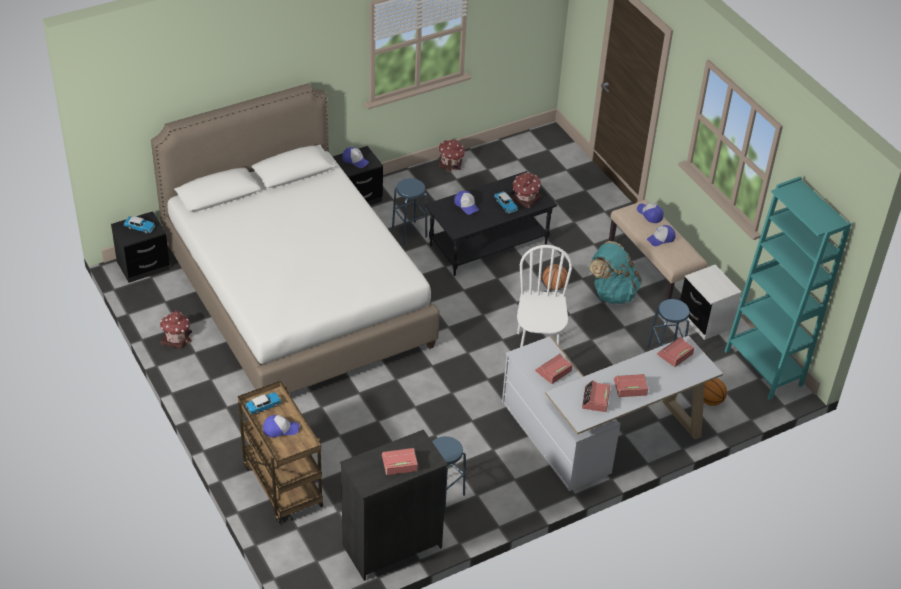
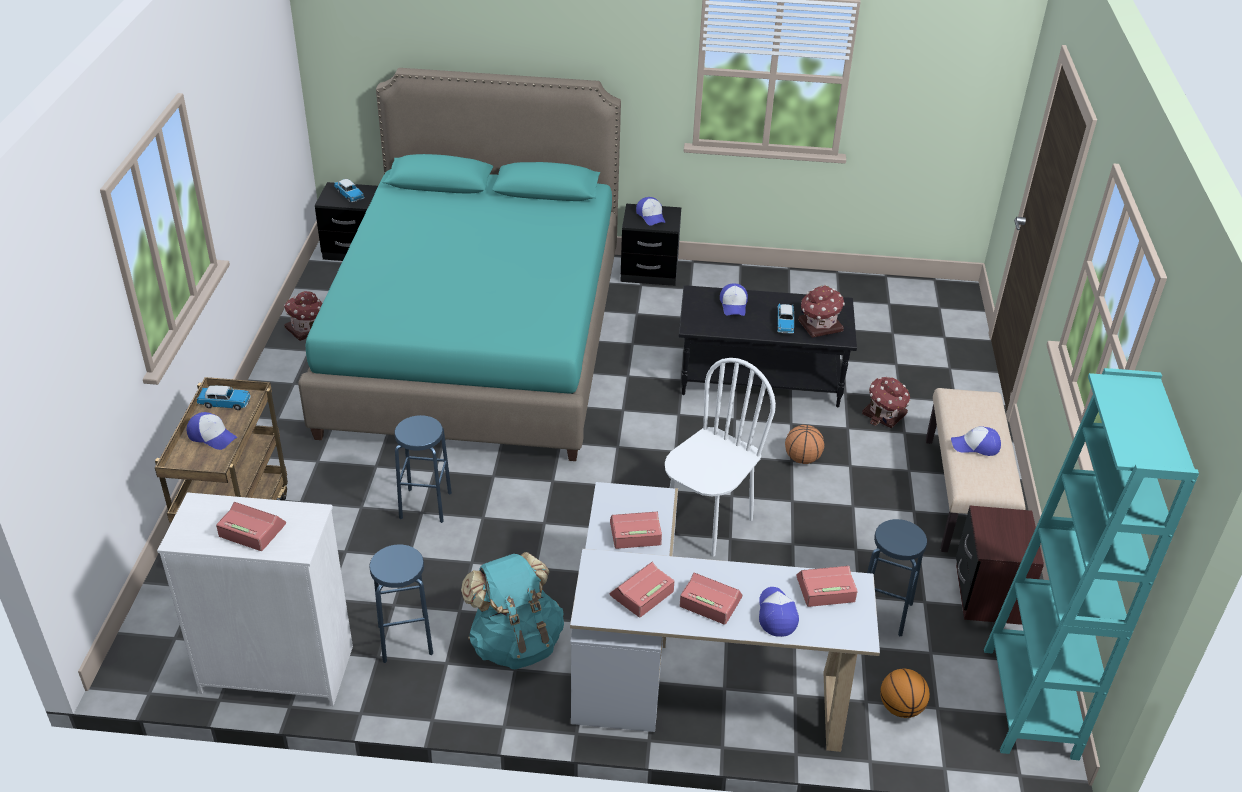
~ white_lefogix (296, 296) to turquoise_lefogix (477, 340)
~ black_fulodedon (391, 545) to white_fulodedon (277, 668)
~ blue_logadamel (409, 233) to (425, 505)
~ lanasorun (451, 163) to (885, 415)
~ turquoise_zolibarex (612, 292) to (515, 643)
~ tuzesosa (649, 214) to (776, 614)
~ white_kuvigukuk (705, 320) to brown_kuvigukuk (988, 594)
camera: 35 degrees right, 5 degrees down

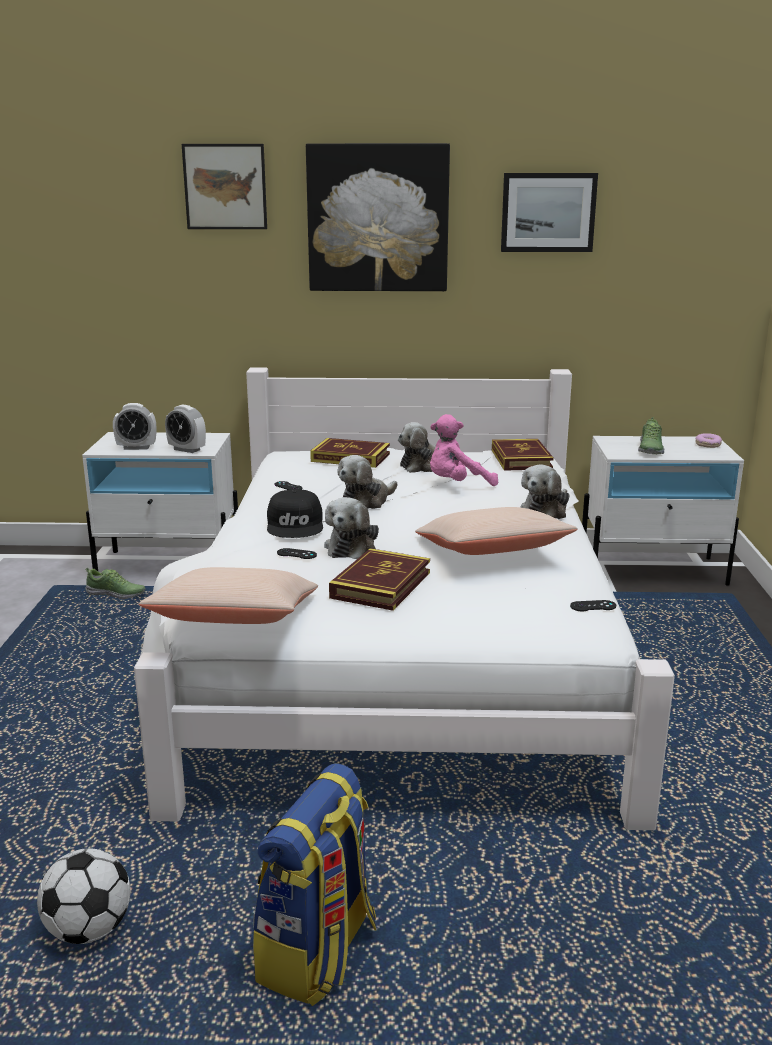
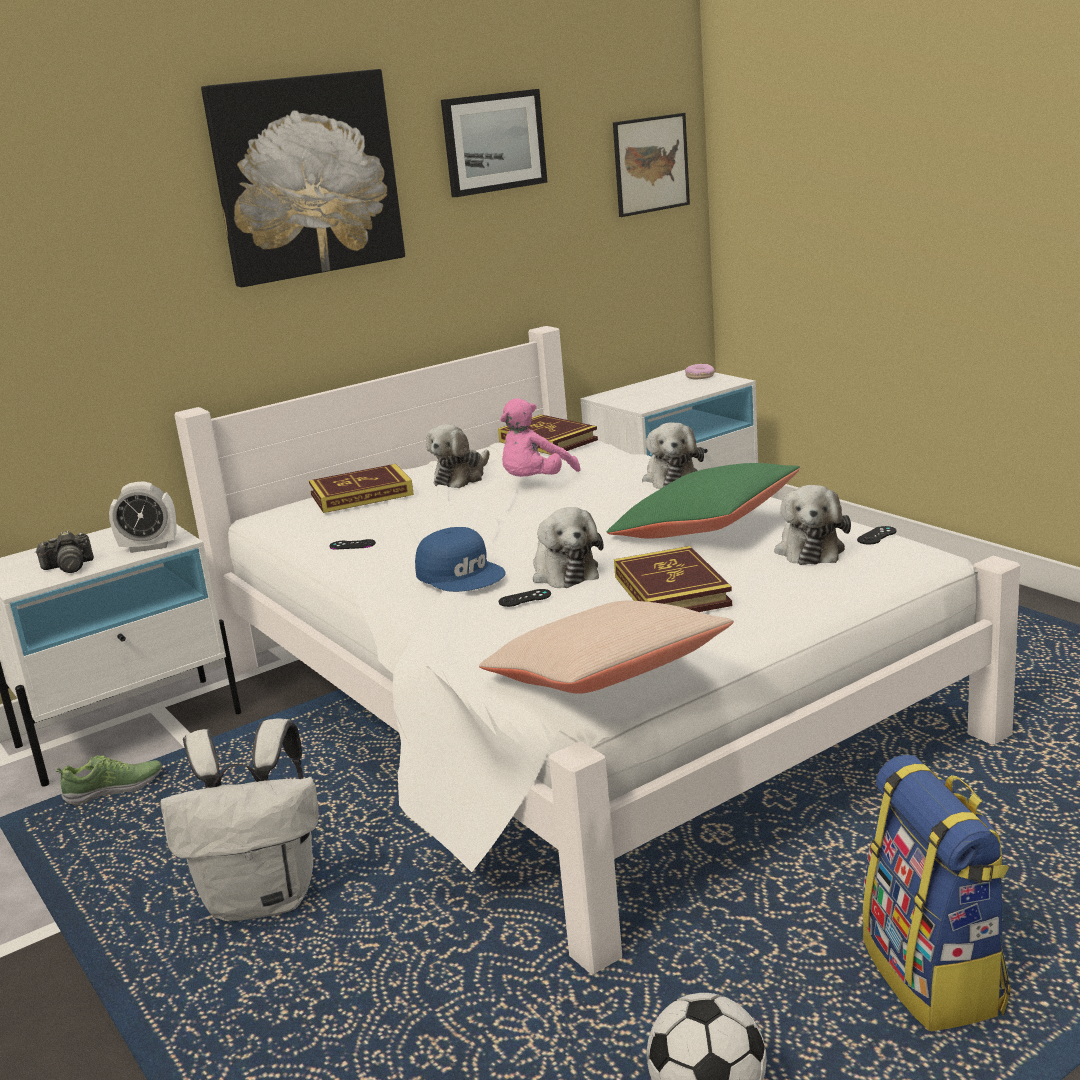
~ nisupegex (136, 447) to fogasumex (69, 567)
~ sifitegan (225, 187) to (651, 164)
~ black_tuzesosa (296, 525) to blue_tuzesosa (461, 573)
~ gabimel (366, 502) to (809, 549)
~ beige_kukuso (492, 554) to green_kukuso (705, 528)
- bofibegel (650, 449)
+ white_zolibarex (264, 898)
camera: 35 degrees left, 0 degrees up

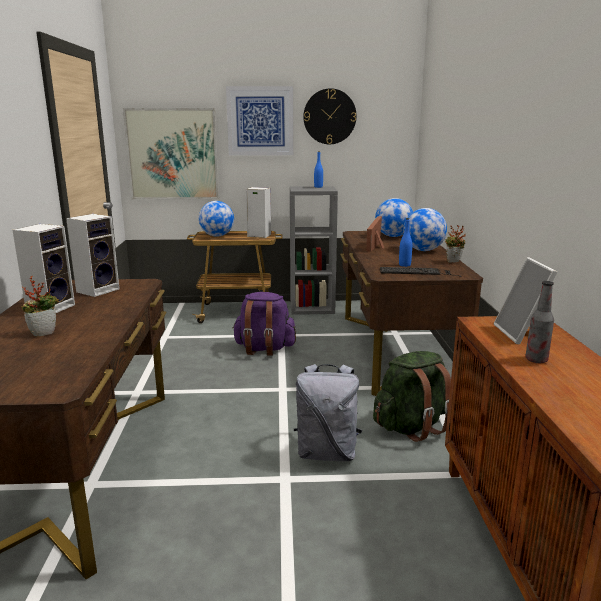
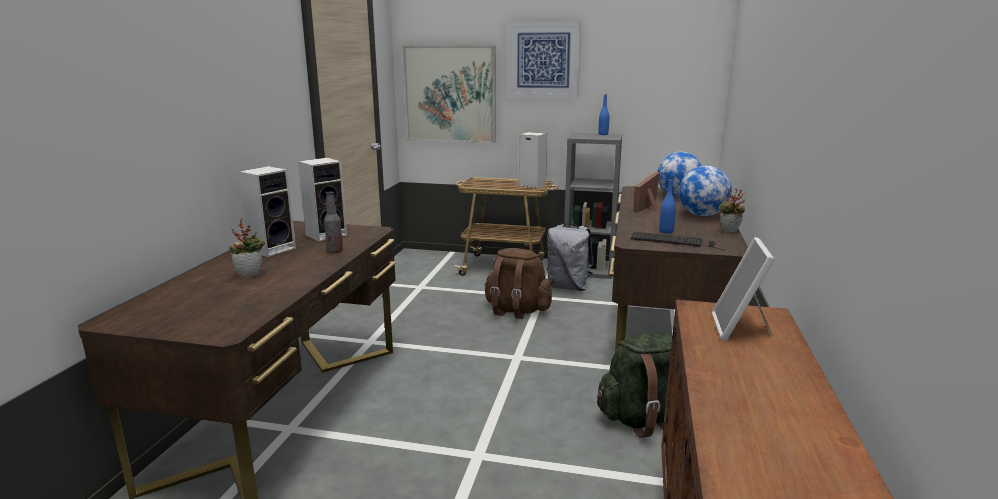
- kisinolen (217, 236)
~ purple_zolibarex (264, 349) to brown_zolibarex (516, 310)
~ grey_zolibarex (327, 453) to (568, 287)
- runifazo (329, 116)
~ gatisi (536, 360) to (335, 251)
camera: 15 degrees right, 0 degrees up

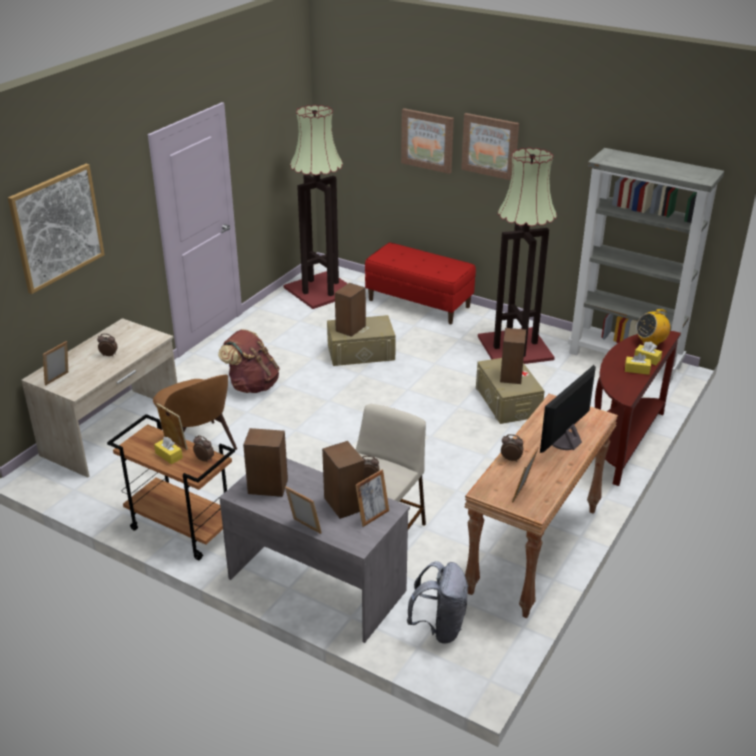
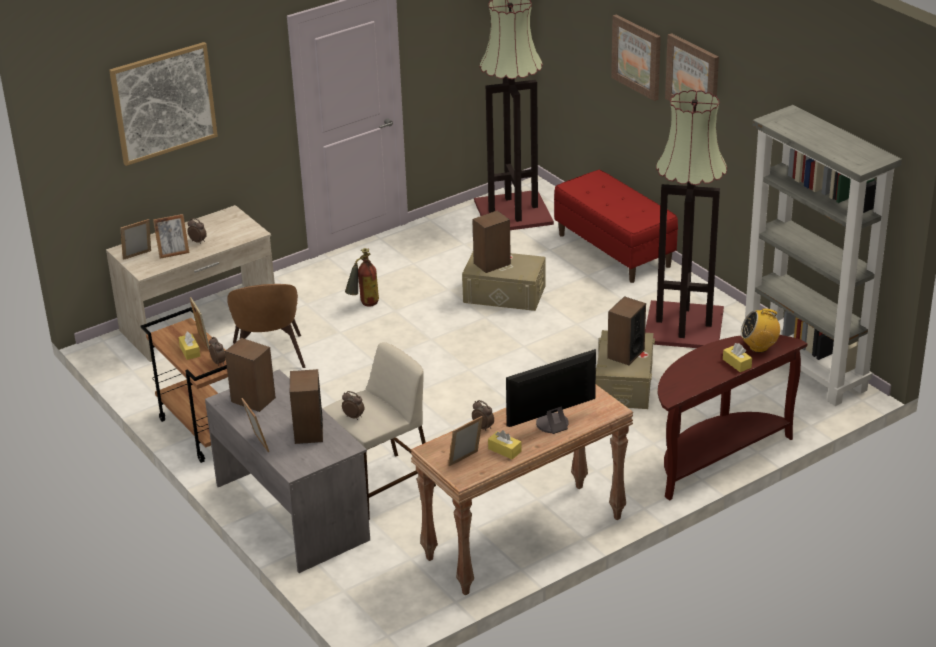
~ brown_zolibarex (252, 385) to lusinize (364, 305)
~ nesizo (372, 516) to (173, 253)
- grey_zolibarex (439, 627)
~ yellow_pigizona (637, 370) to (504, 450)
camera: 25 degrees right, 0 degrees up

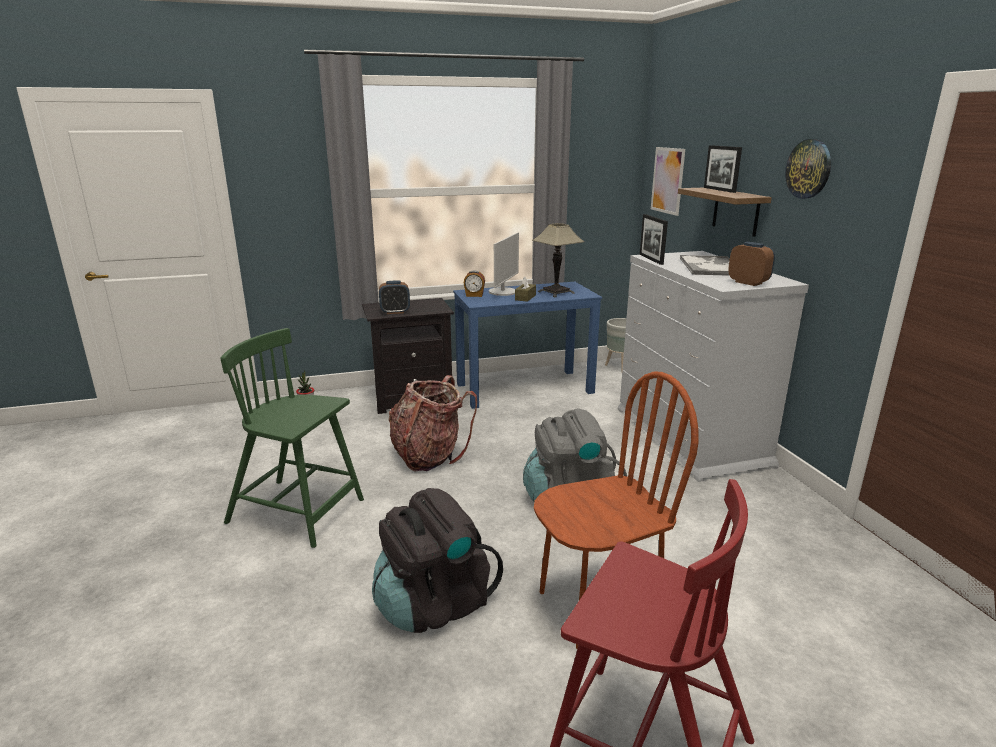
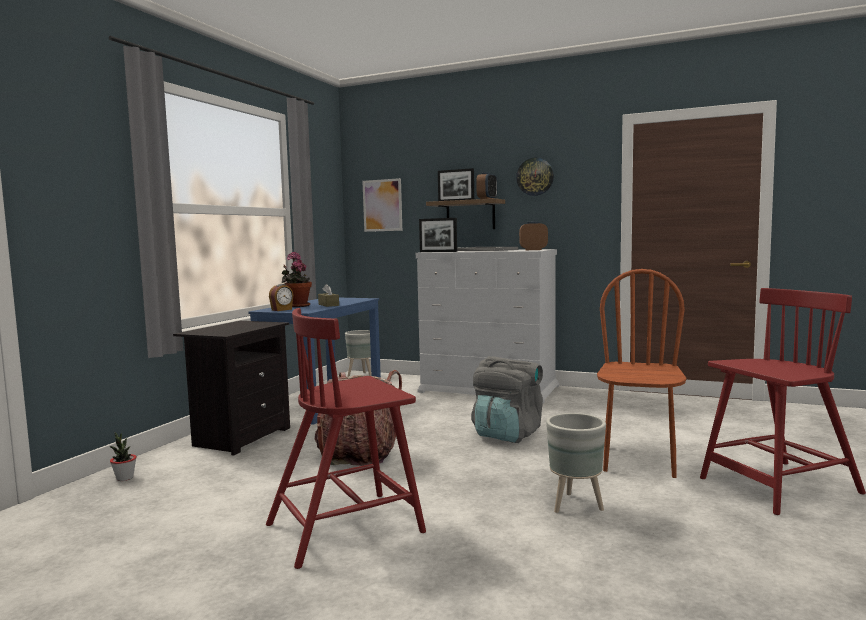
~ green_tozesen (298, 512) to red_tozesen (347, 527)
~ black_zolibarex (434, 604) to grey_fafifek (576, 505)
~ nisupegex (395, 312) to (487, 199)
~ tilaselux (503, 292) to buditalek (297, 306)
- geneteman (556, 292)
camera: 50 degrees left, 15 degrees down

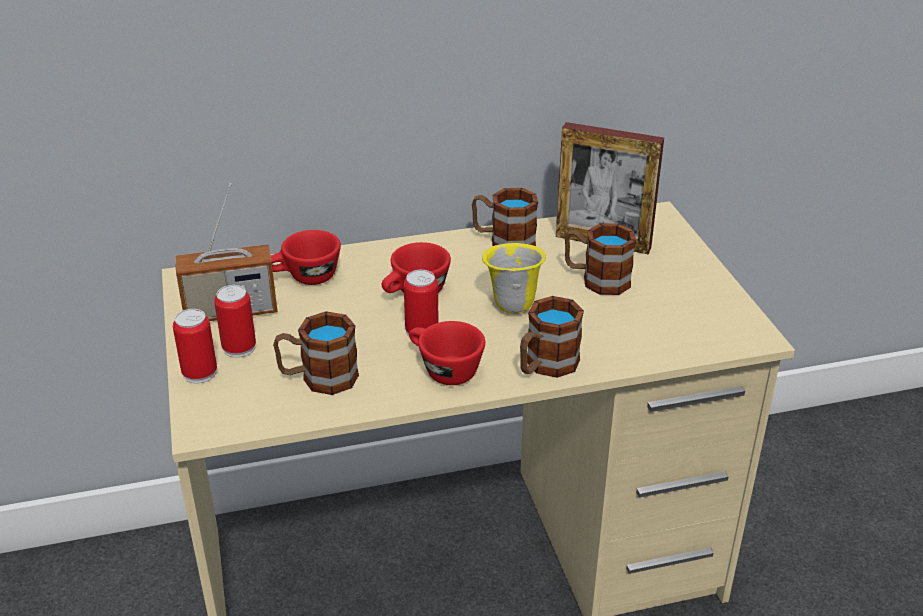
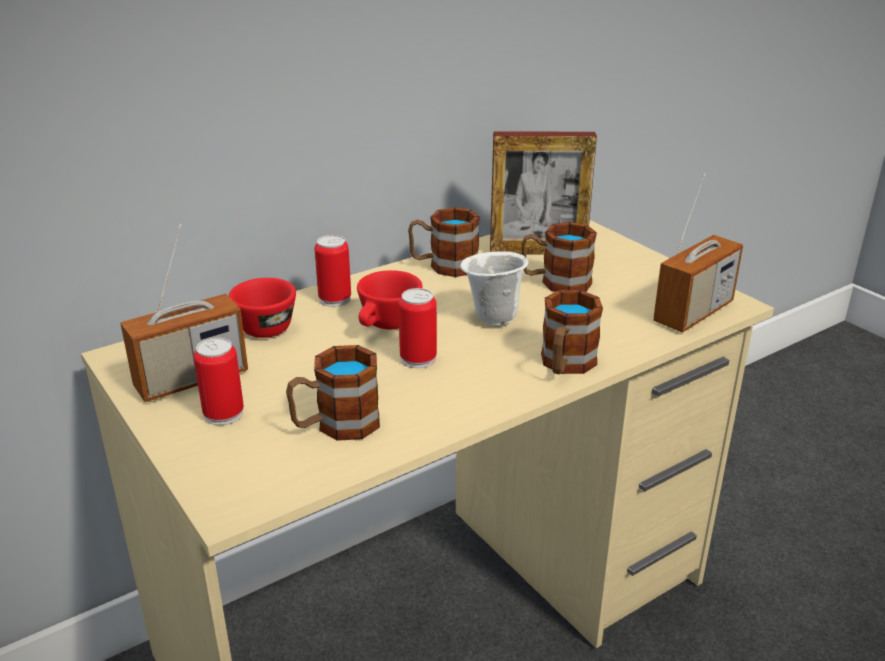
~ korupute (199, 373) to (335, 299)
- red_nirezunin (443, 370)
~ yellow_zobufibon (512, 305) to white_zobufibon (492, 318)
+ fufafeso (693, 313)
camera: 20 degrees left, 5 degrees down

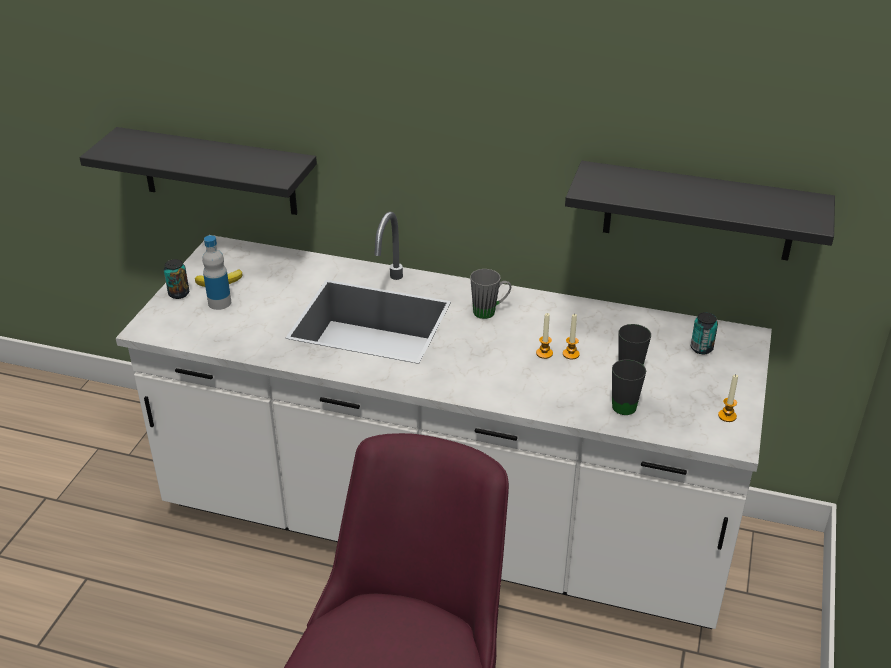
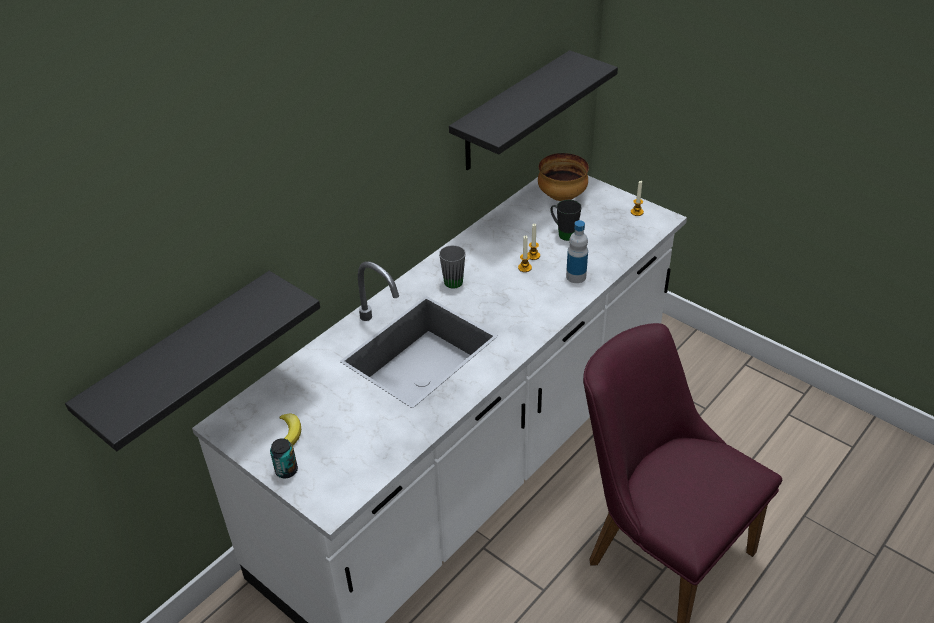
~ gatisi (219, 303) to (576, 276)
- black_zobufibon (624, 402)
~ korupute (701, 348) to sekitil (562, 197)
camera: 65 degrees left, 5 degrees up

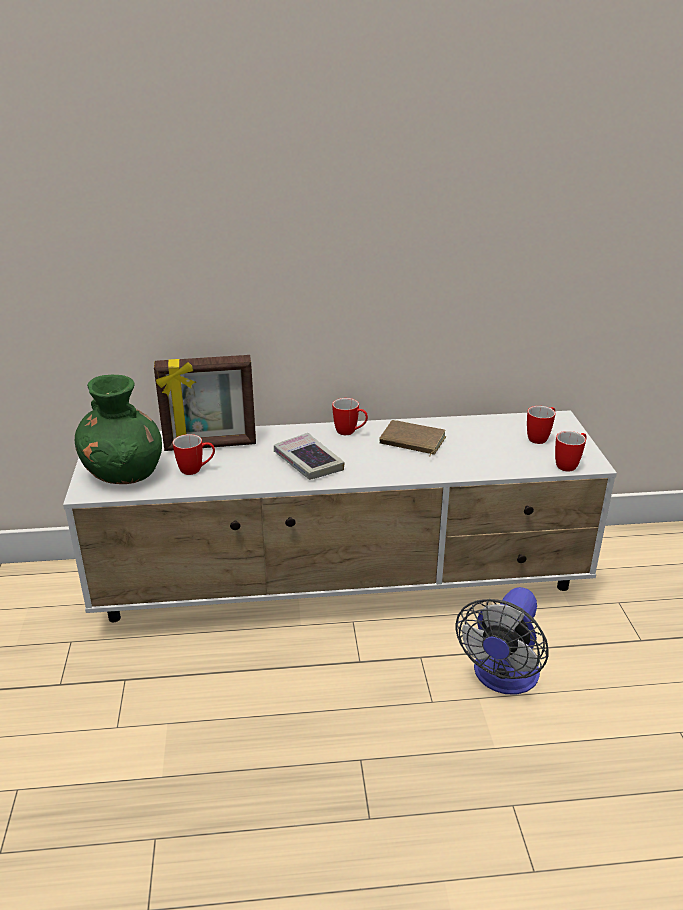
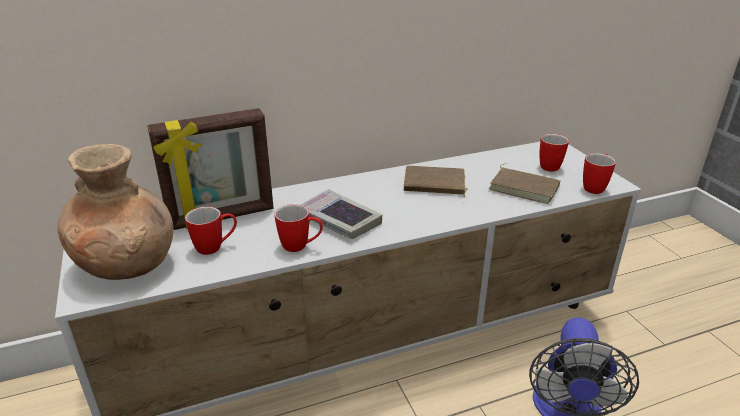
~ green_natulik (124, 473) to brown_natulik (128, 264)
~ zobufibon (350, 432) to (301, 247)
+ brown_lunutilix (525, 187)
camera: 15 degrees left, 0 degrees up

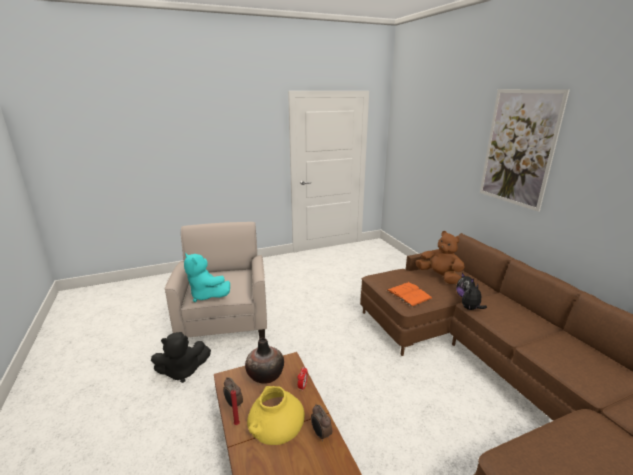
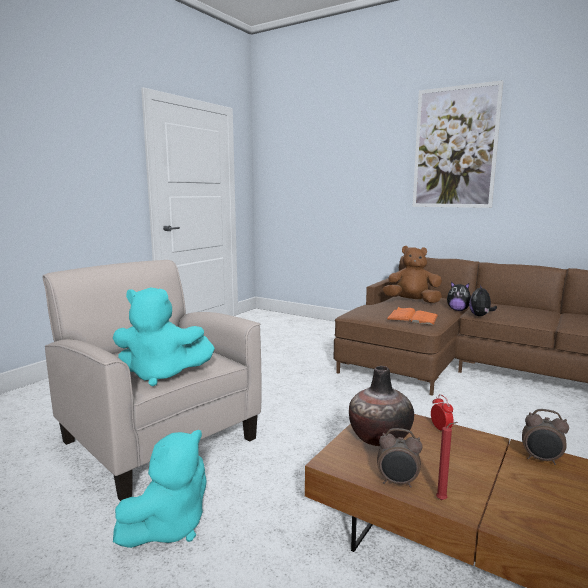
~ black_gabimel (182, 371) to turquoise_gabimel (169, 527)
- yellow_natulik (275, 419)
camera: 35 degrees left, 10 degrees down

